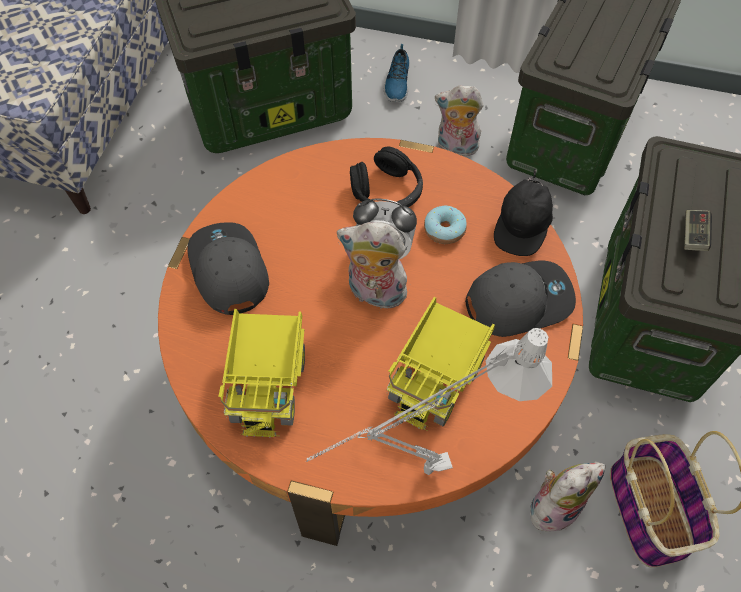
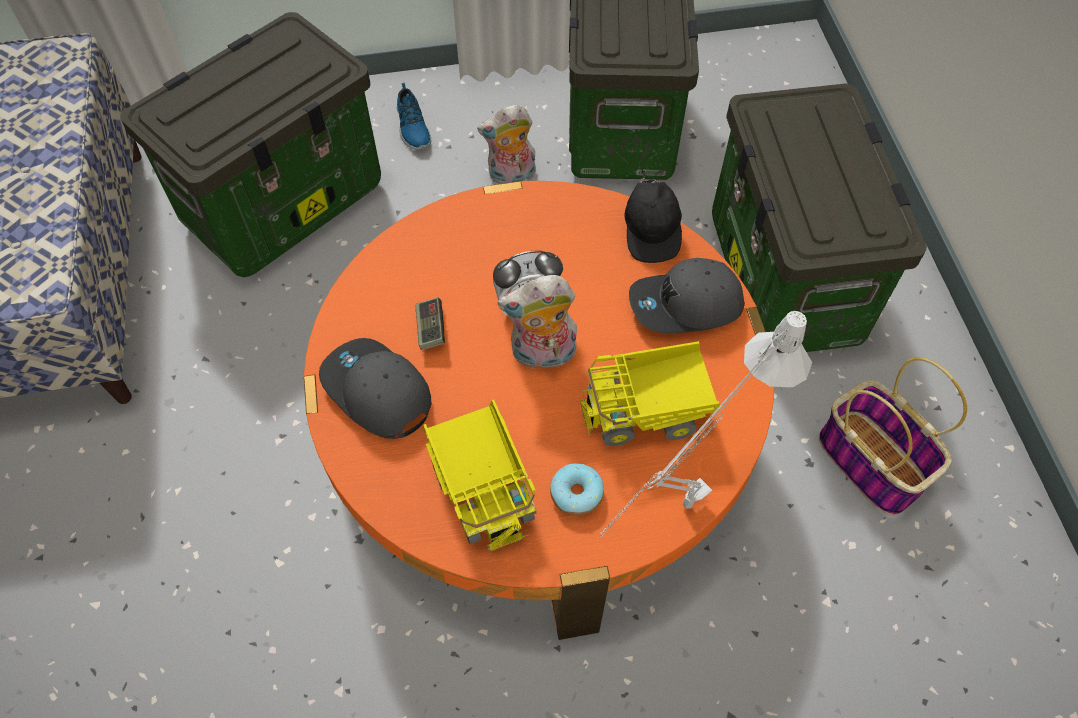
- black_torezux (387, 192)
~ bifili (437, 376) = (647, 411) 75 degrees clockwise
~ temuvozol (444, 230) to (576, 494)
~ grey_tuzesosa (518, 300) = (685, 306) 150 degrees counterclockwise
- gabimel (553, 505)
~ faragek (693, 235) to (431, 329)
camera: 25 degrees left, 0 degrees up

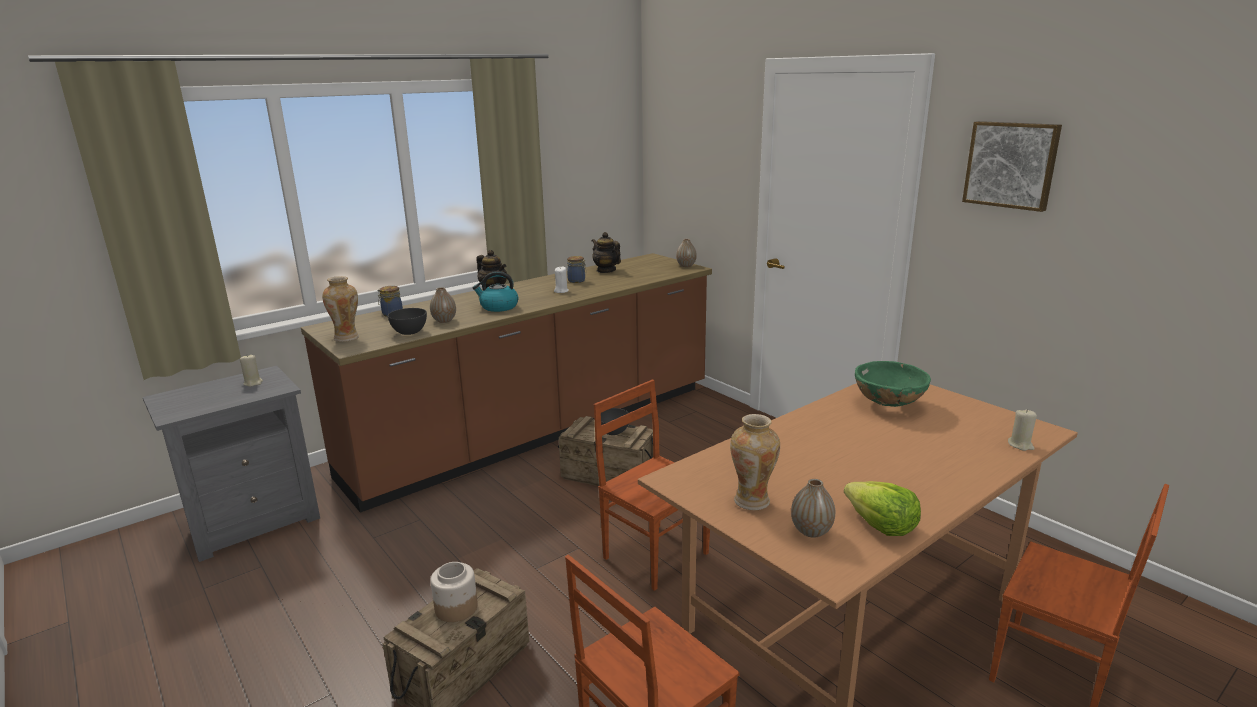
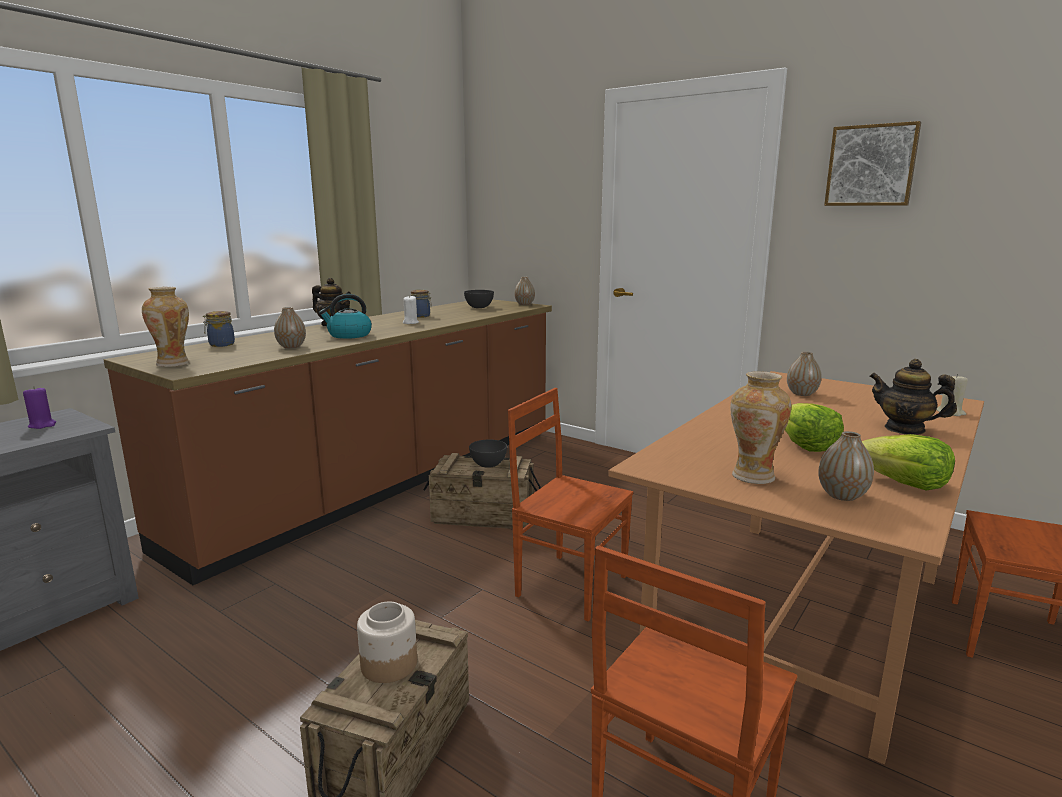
~ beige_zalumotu (253, 383) to purple_zalumotu (42, 425)
~ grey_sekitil (409, 332) to (479, 307)
~ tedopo (606, 270) to (905, 429)
~ green_sekitil (888, 405) to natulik (802, 394)
+ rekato (806, 446)
camera: 15 degrees left, 5 degrees down

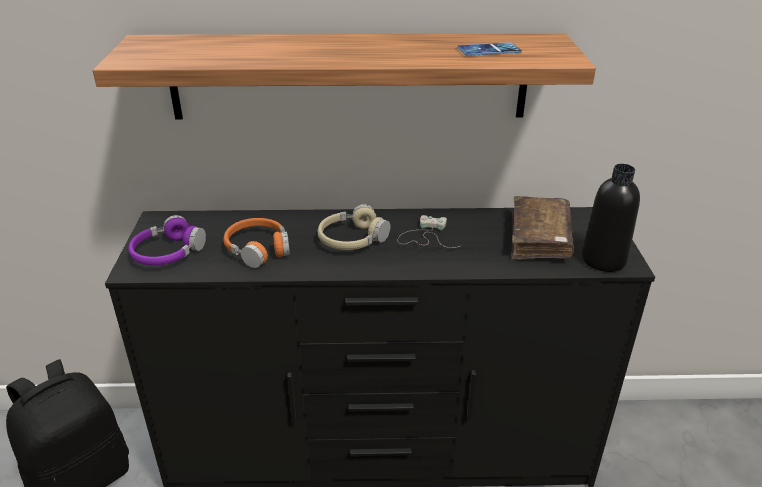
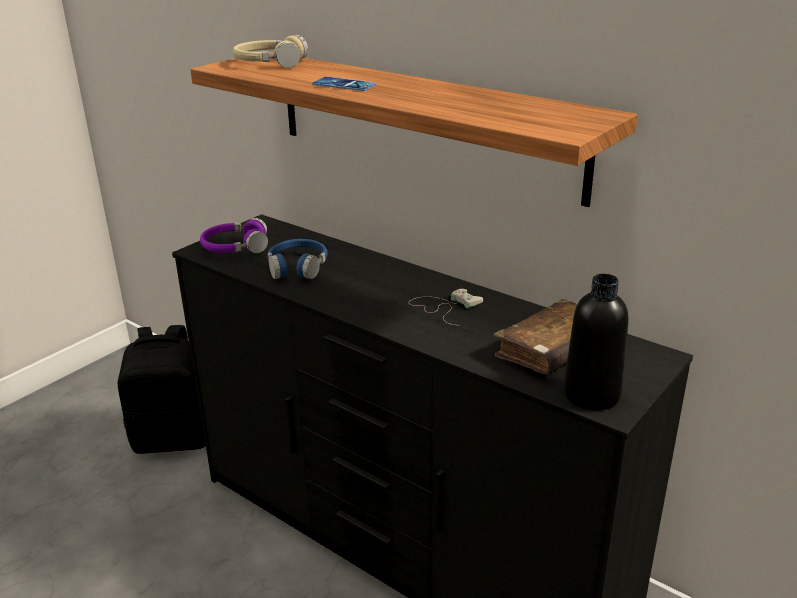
~ orange_torezux (258, 249) to blue_torezux (297, 267)
~ beige_torezux (352, 239) to (270, 63)
~ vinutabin (489, 50) to (344, 85)
camera: 40 degrees right, 5 degrees down

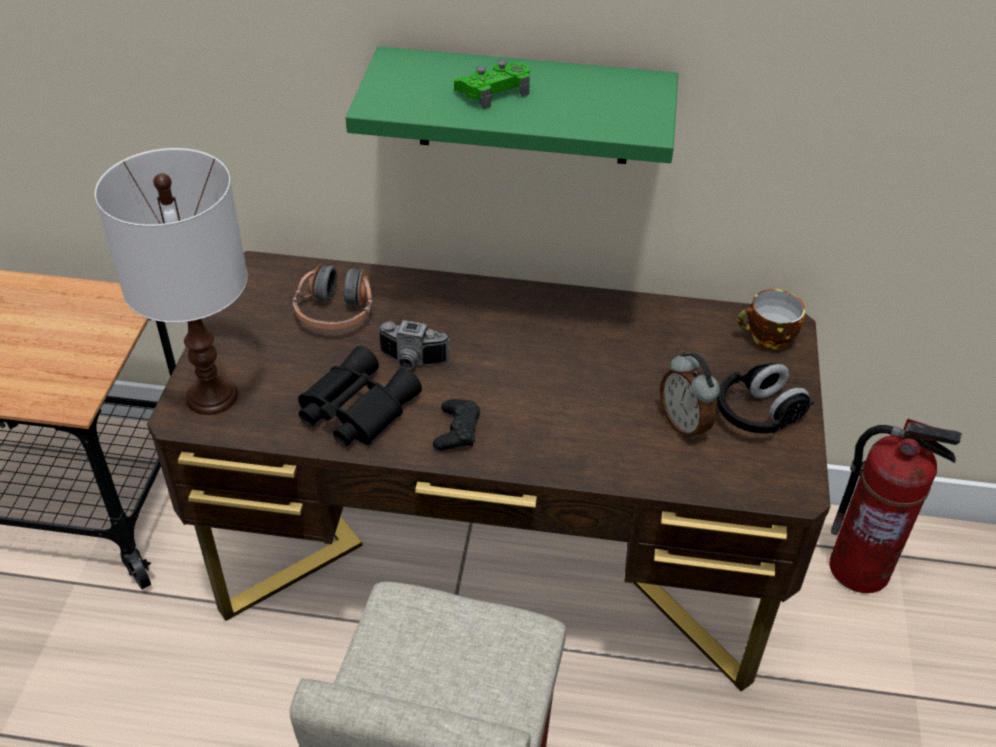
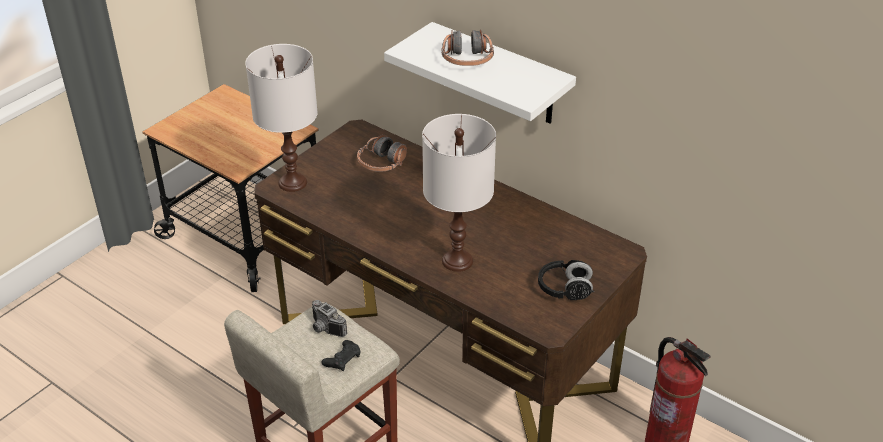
- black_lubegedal (354, 408)
~ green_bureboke (524, 107) to white_bureboke (500, 75)
~ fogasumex (411, 362) to (325, 329)
~ black_faragek (457, 430) to (342, 359)
~ green_faragek (493, 91) to torezux (467, 59)
- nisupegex (685, 424)
- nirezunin (768, 338)
+ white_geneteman (457, 261)
camera: 30 degrees right, 5 degrees down

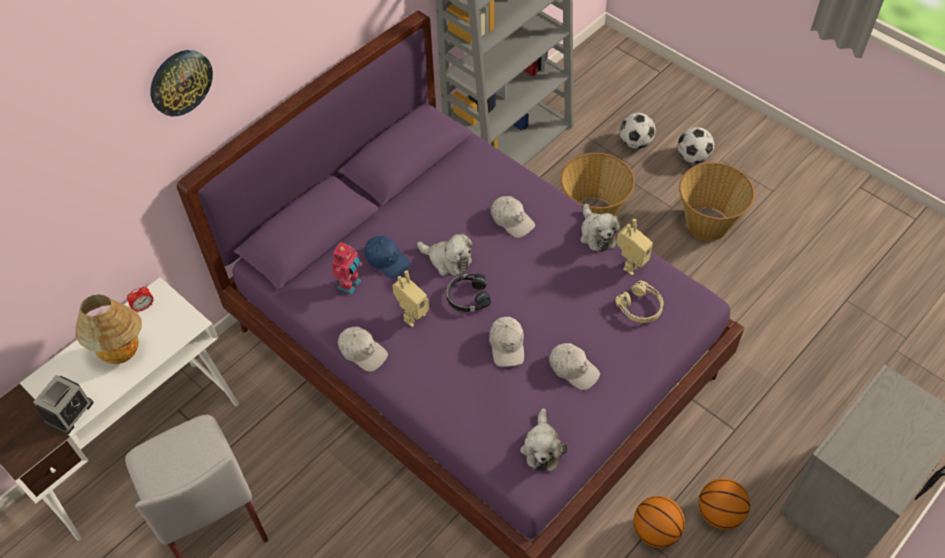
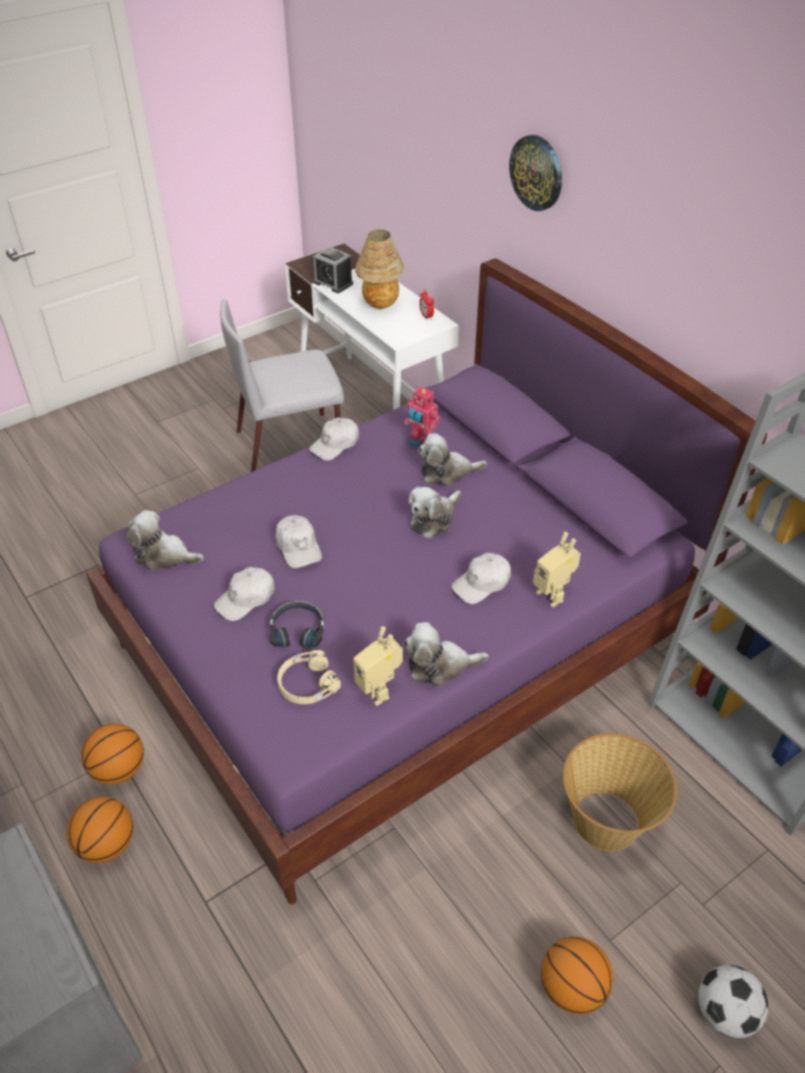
~ blue_tuzesosa (387, 260) to gabimel (447, 472)
~ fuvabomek (412, 315) to (553, 594)
~ black_torezux (467, 297) to (297, 630)
~ white_tuzesosa (507, 345) = (298, 547) 120 degrees counterclockwise
- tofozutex (635, 142)
~ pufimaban (707, 223) to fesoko (572, 988)
camera: 100 degrees right, 10 degrees down

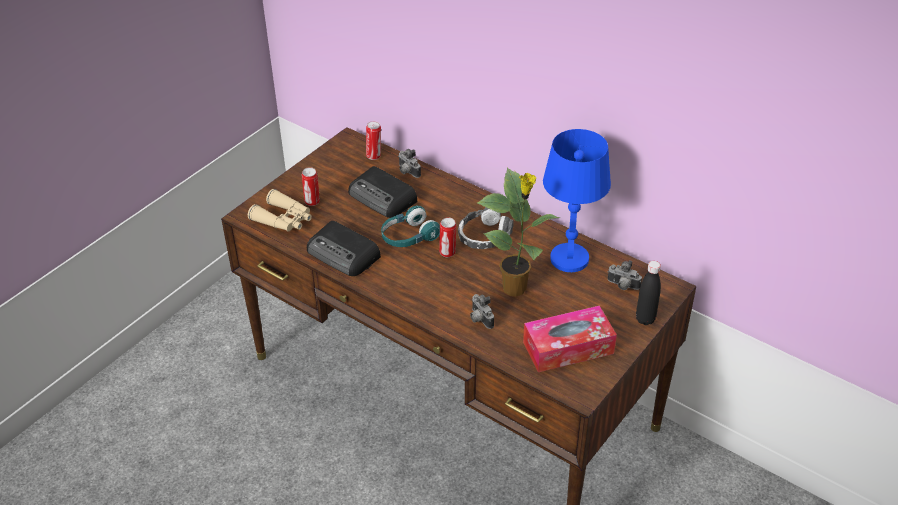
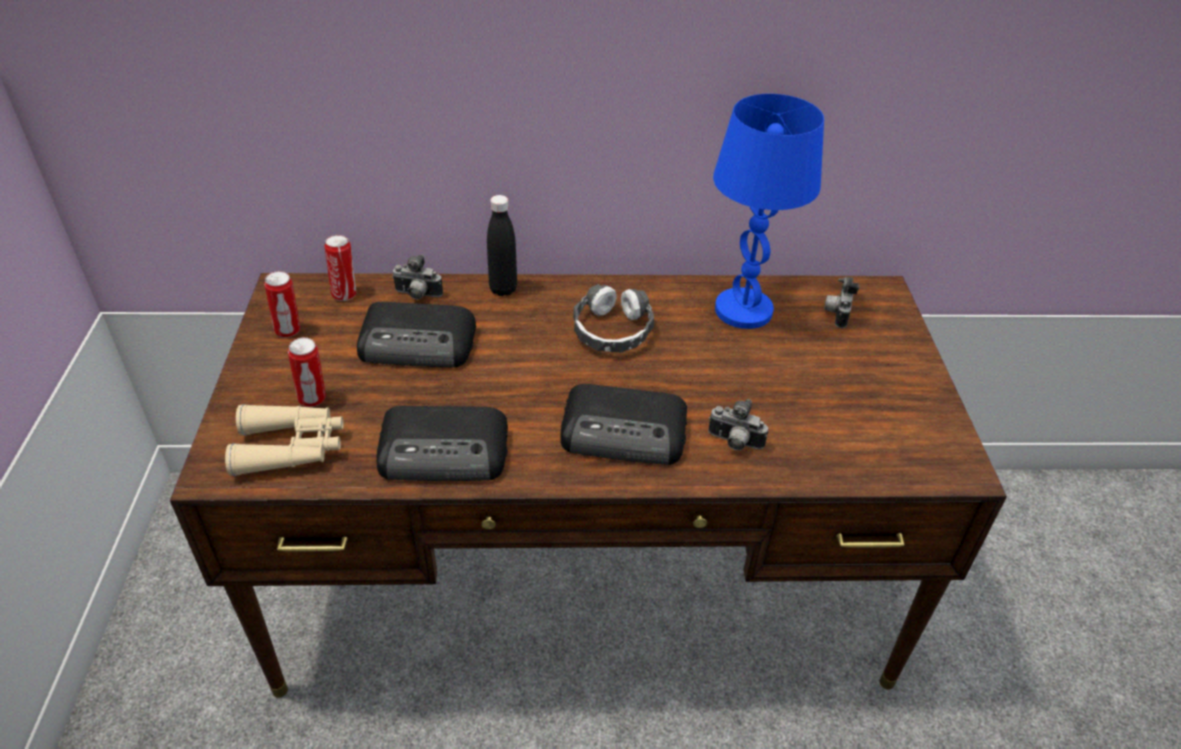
- turquoise_torezux (408, 237)
~ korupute (447, 253) to (289, 331)
- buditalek (516, 289)
- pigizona (568, 348)
~ fogasumex (622, 286) = (836, 313) 120 degrees clockwise
~ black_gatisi (645, 319) to (503, 289)
+ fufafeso (625, 433)
camera: 40 degrees left, 0 degrees up

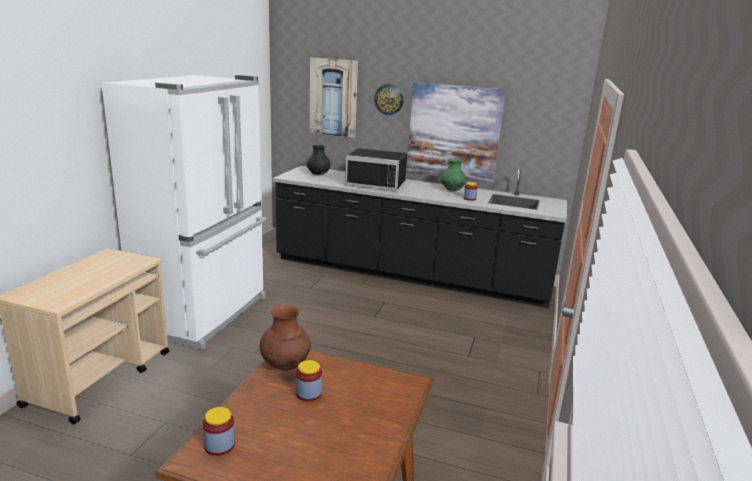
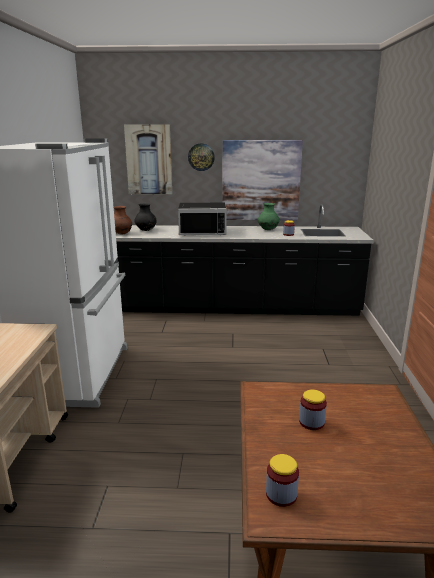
~ brown_natulik (285, 365) to (121, 234)
camera: 15 degrees left, 0 degrees up

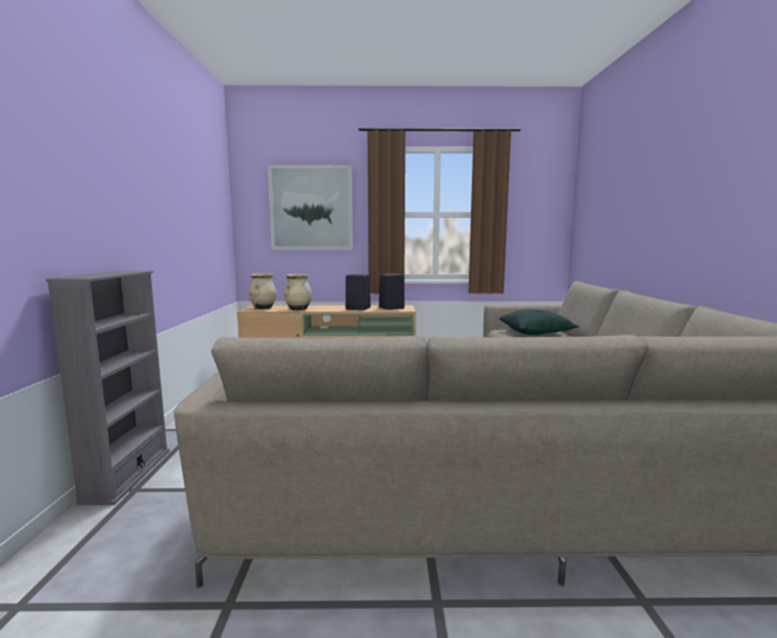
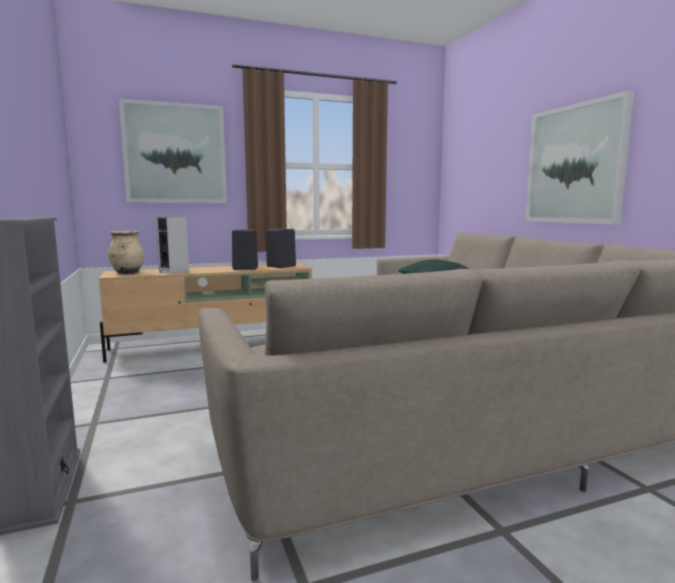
~ beige_natulik (298, 309) to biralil (175, 272)
+ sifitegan (574, 164)
camera: 20 degrees left, 0 degrees up

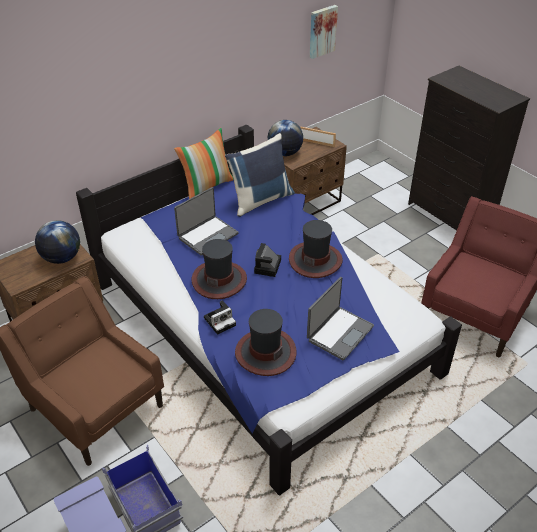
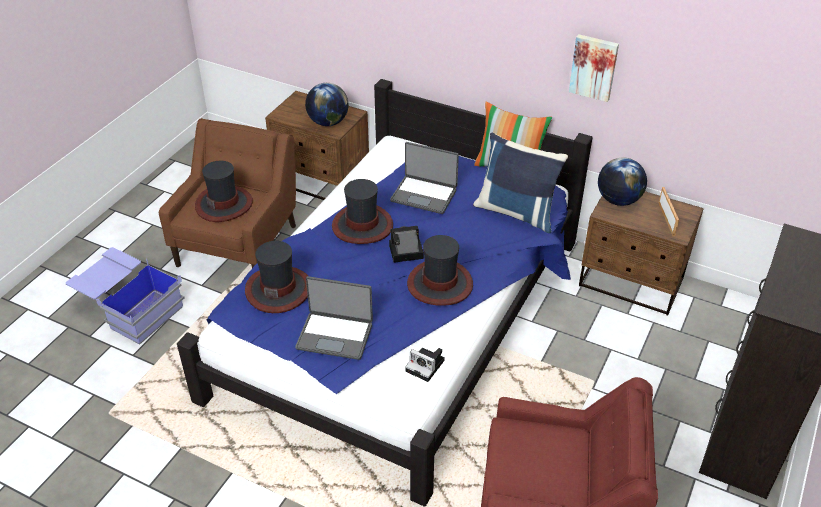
~ fogasumex (220, 321) to (426, 366)
~ sifitegan (322, 31) to (594, 67)
+ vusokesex (224, 204)
camera: 65 degrees right, 0 degrees up

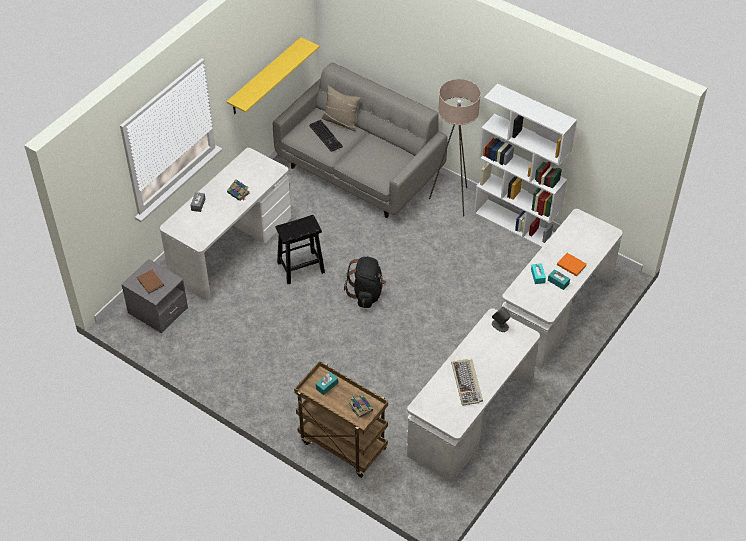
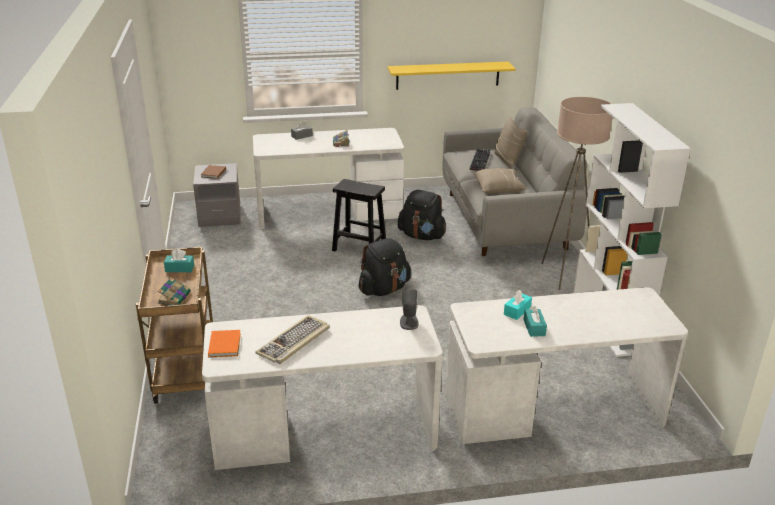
~ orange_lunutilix (571, 264) to (225, 344)
+ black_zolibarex (422, 236)
+ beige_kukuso (498, 188)
camera: 45 degrees right, 20 degrees down

